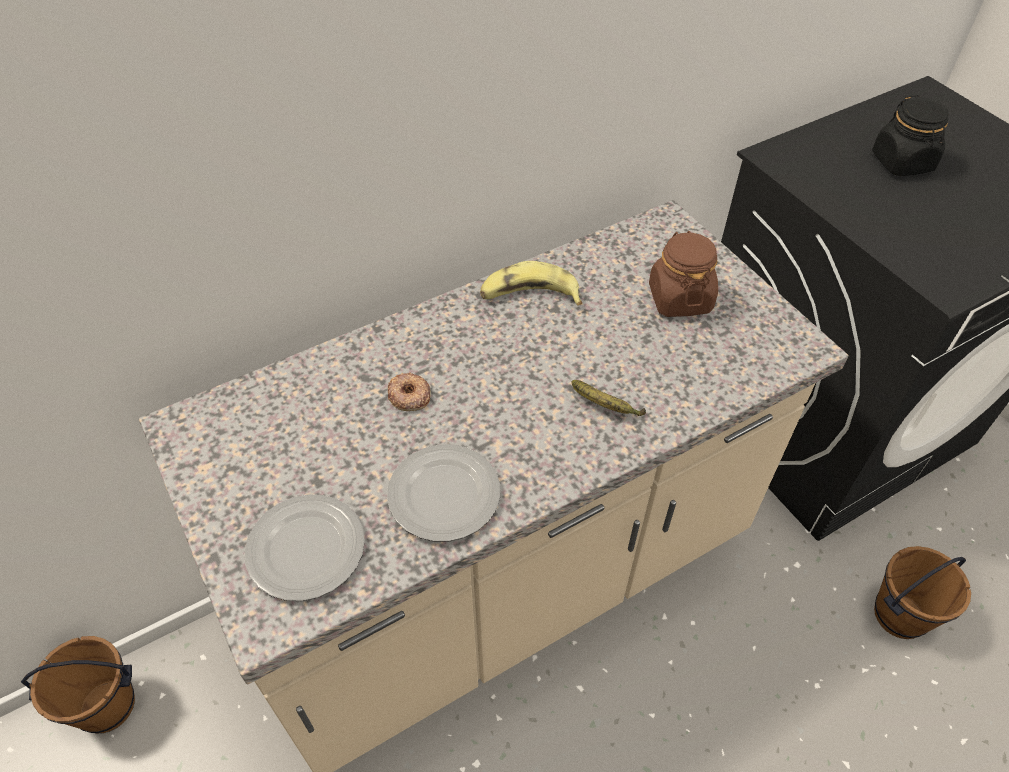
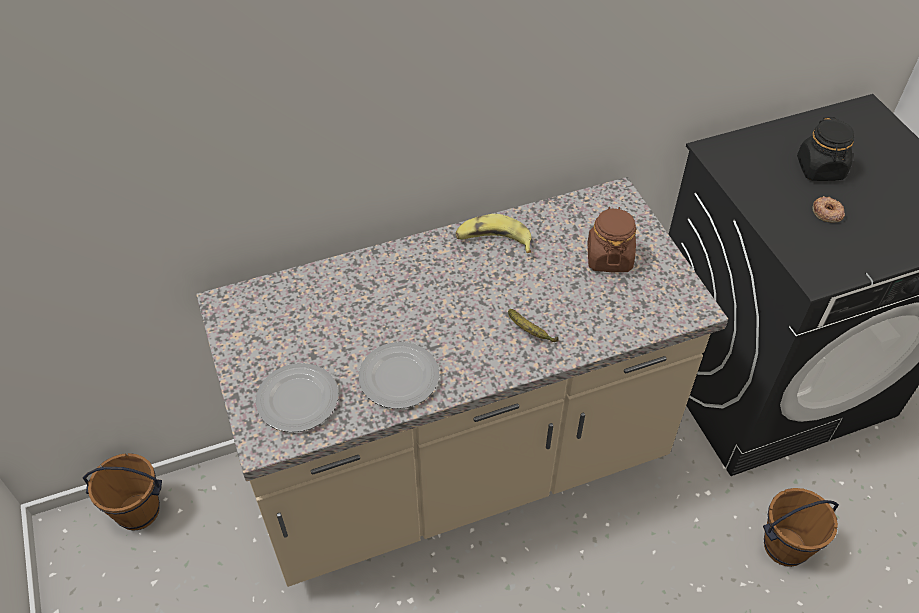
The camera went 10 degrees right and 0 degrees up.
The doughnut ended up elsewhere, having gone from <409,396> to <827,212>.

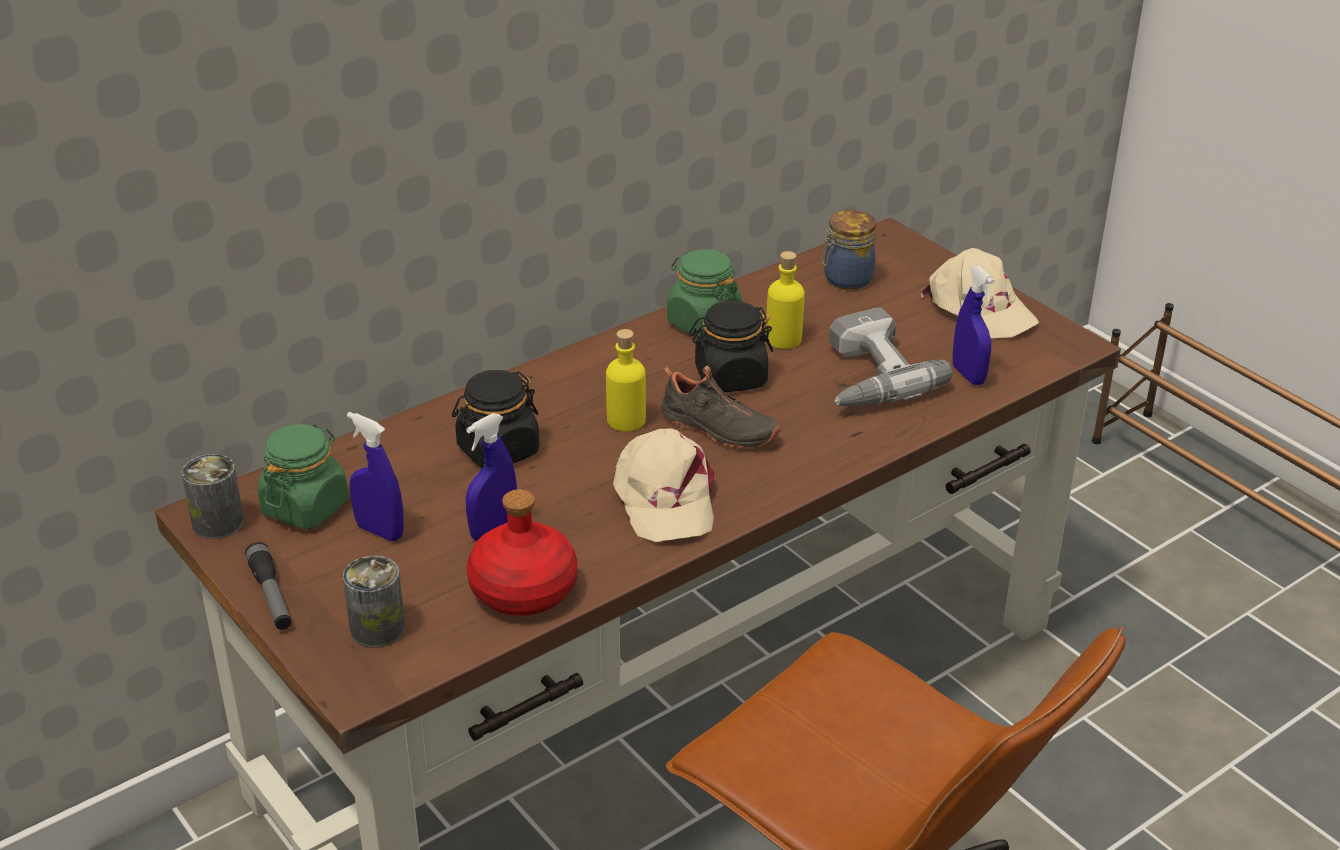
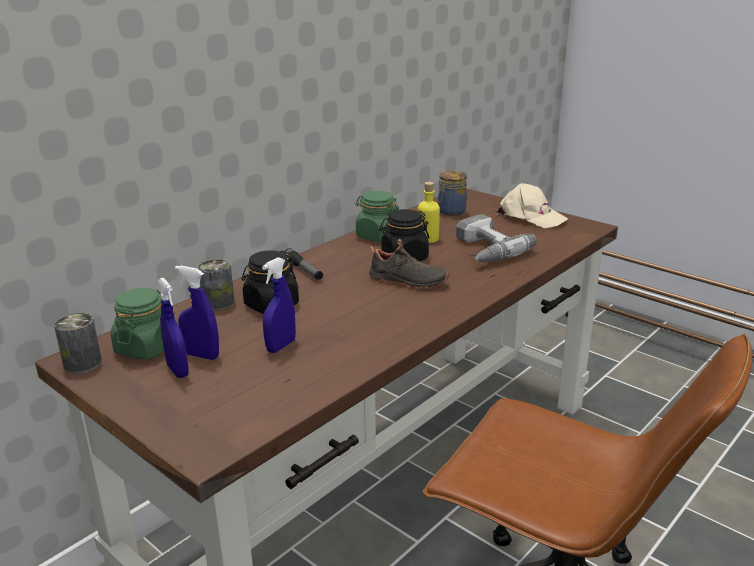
The camera went 10 degrees left and 10 degrees down.
The second view lost the red-coloured bottle at <524,589>.
The second view lost the yellow bottle at <626,420>.
The second view lost the sand-coloured peaked cap at <664,498>.
The flashlight ended up elsewhere, having gone from <271,596> to <303,270>.
The sealed can ended up elsewhere, having gone from <377,628> to <218,303>.
The blue-coloured hand sprayer ended up elsewhere, having gone from <968,375> to <177,370>.

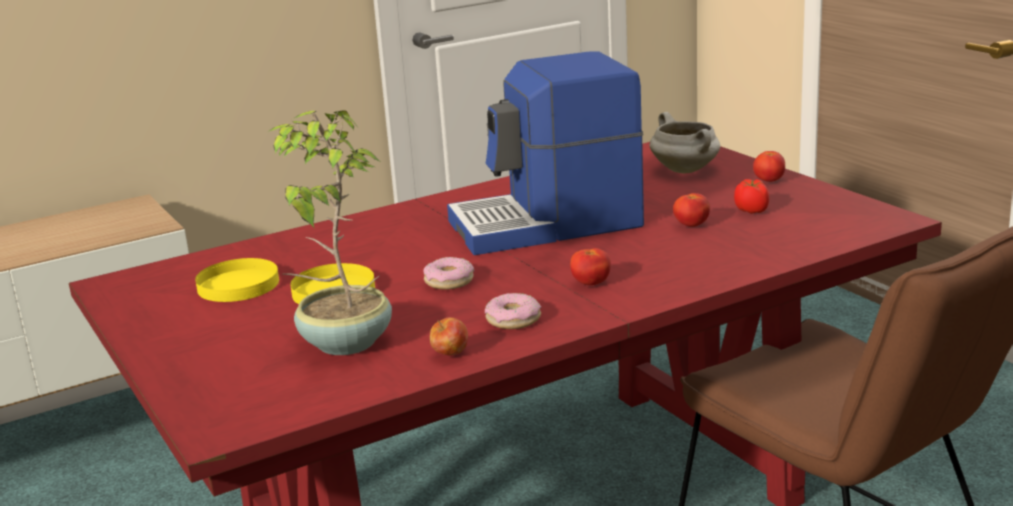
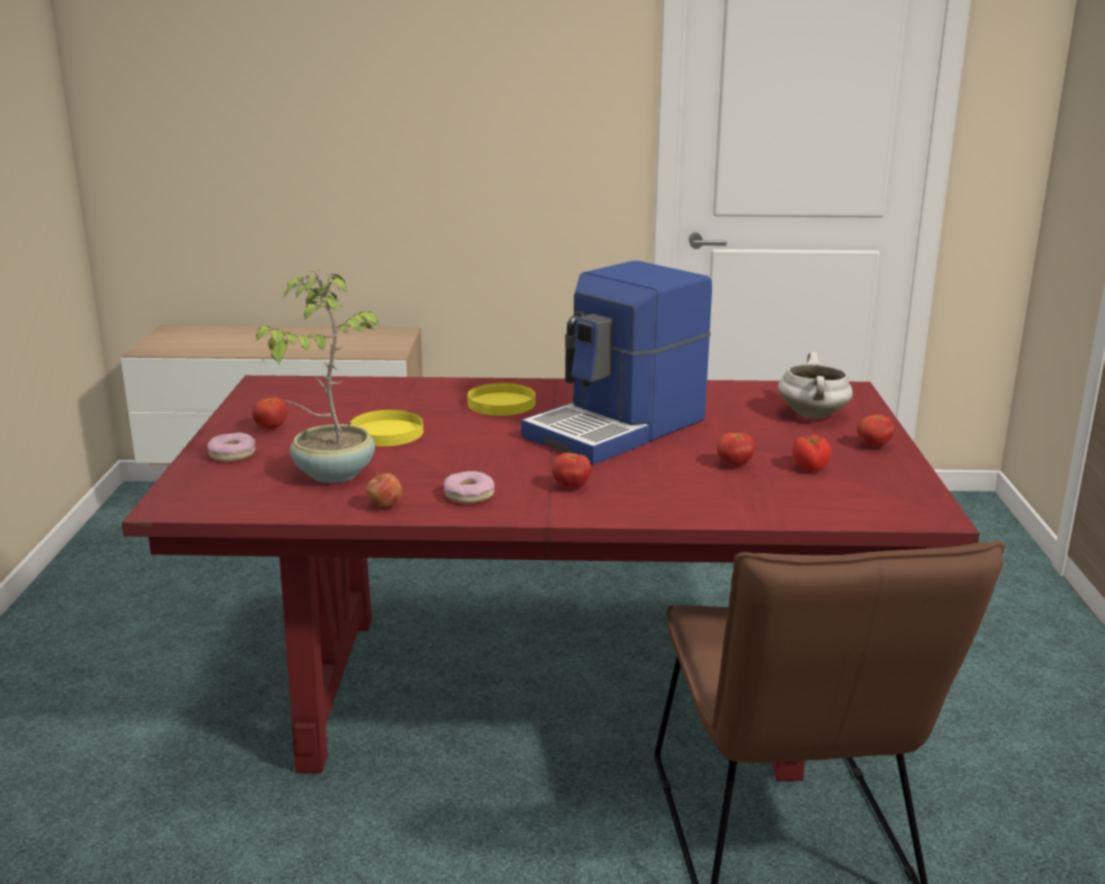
The camera went 30 degrees right and 0 degrees up.
The second view gained the whole tomato at <271,428>.
The yellow dinner plate ended up elsewhere, having gone from <238,285> to <501,404>.
The doughnut ended up elsewhere, having gone from <449,281> to <232,454>.
The coffee maker at <547,225> ended up facing another way, 60 degrees counterclockwise from before.

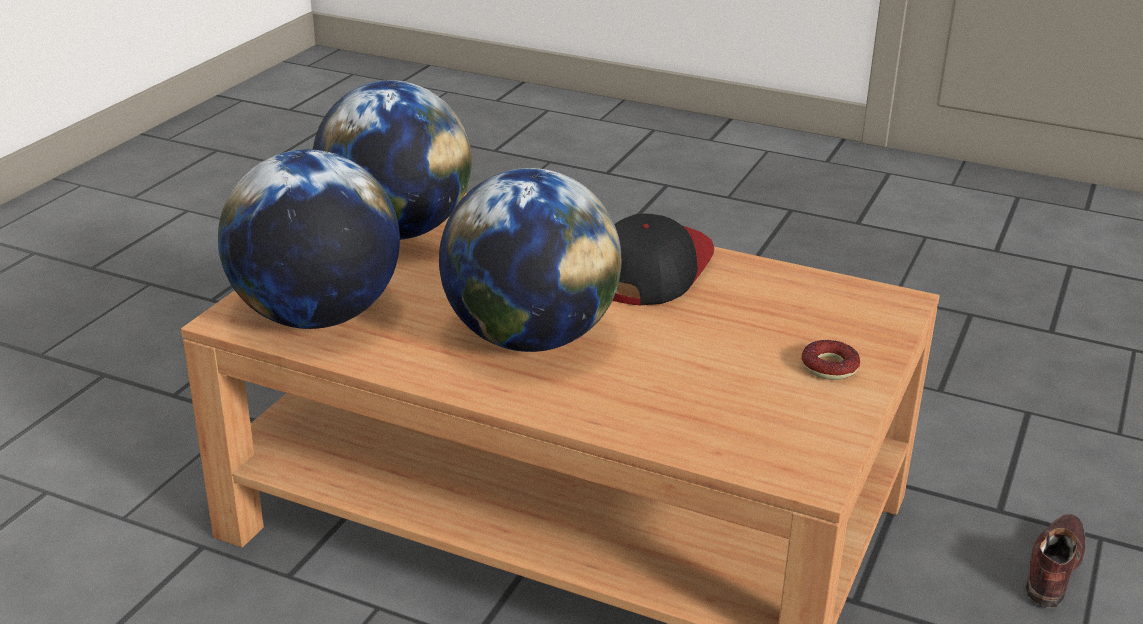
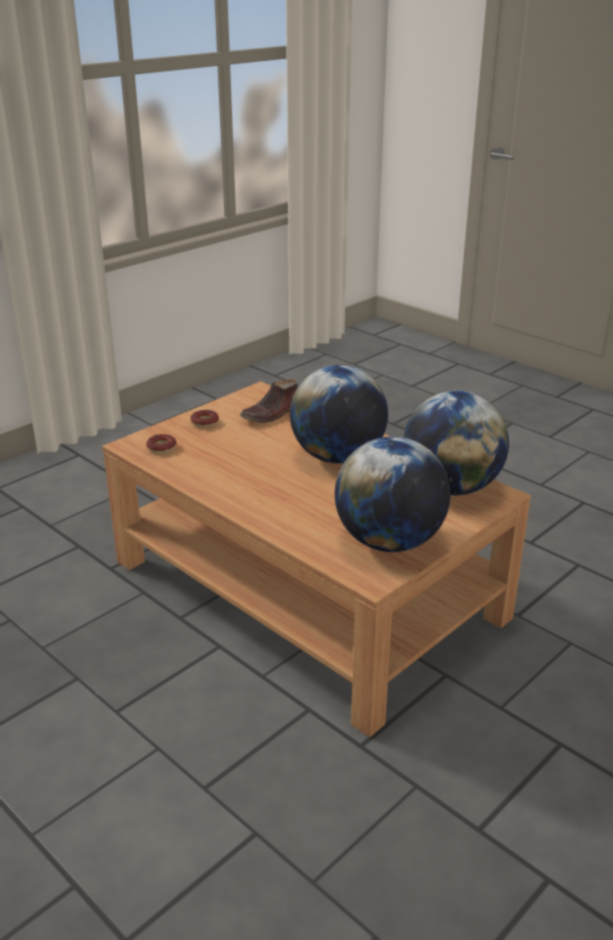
The camera went 160 degrees left and 0 degrees up.
The second view lost the peaked cap at <651,269>.
The second view gained the doughnut at <161,447>.
The brownish shoe ended up elsewhere, having gone from <1052,568> to <271,414>.

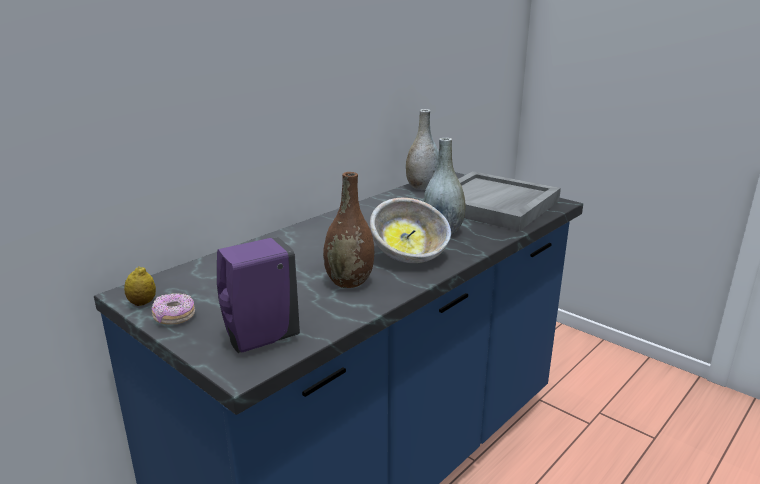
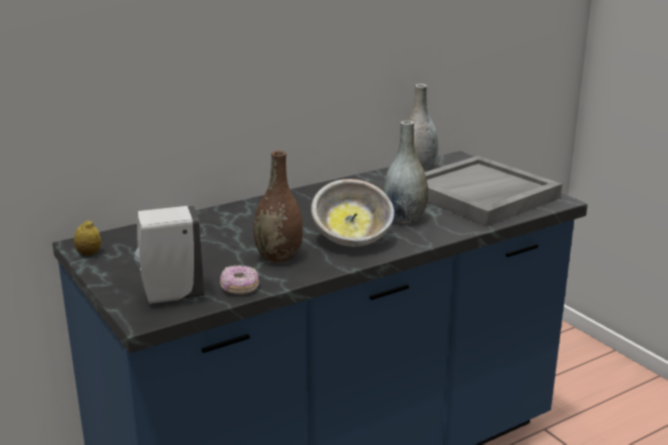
The camera went 15 degrees right and 0 degrees up.
The doughnut ended up elsewhere, having gone from <174,317> to <239,288>.
What was the purple soap bottle at <259,340> turned into the white-coloured soap bottle at <170,296>.

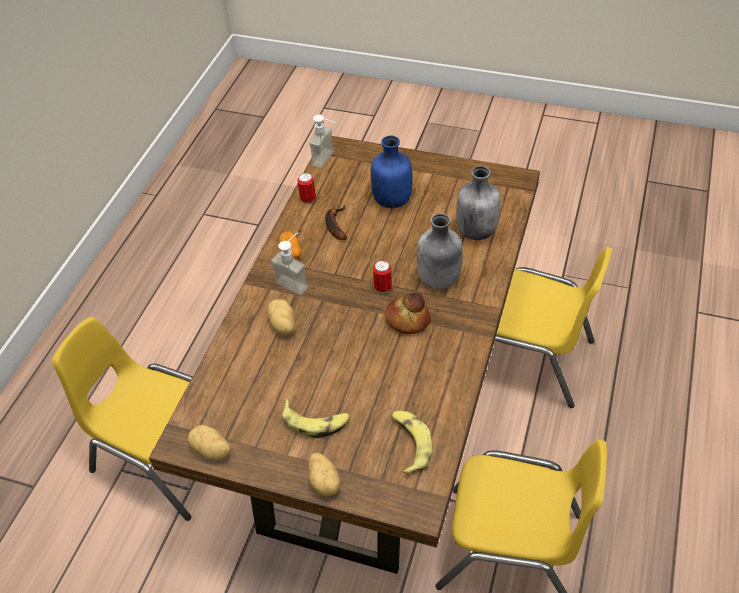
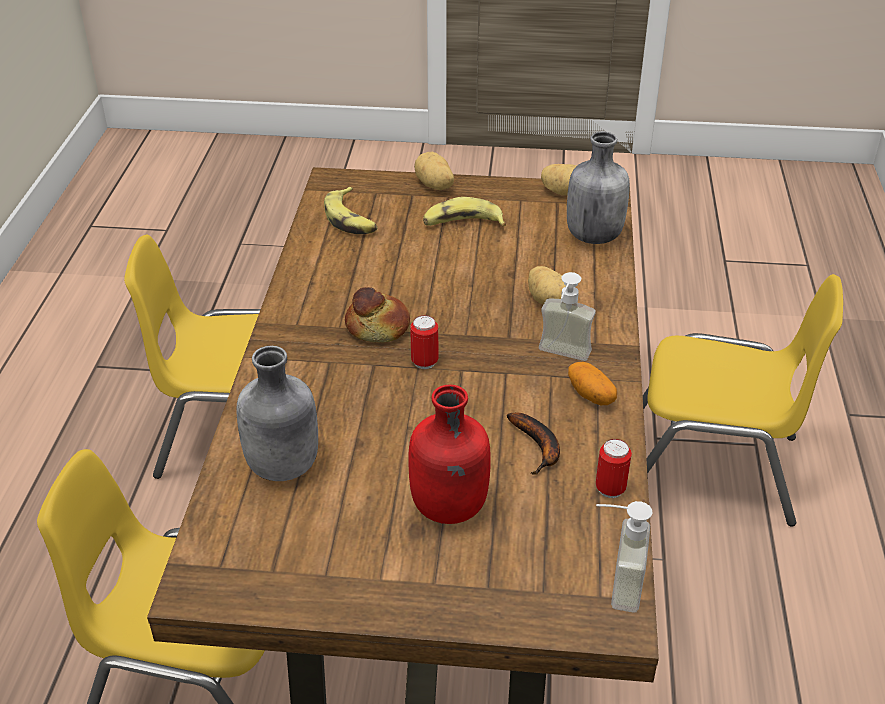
The camera went 165 degrees right and 10 degrees down.
The grey bottle ended up elsewhere, having gone from <439,280> to <593,236>.
What was the blue-coloured bottle at <392,200> turned into the red-coloured bottle at <448,508>.

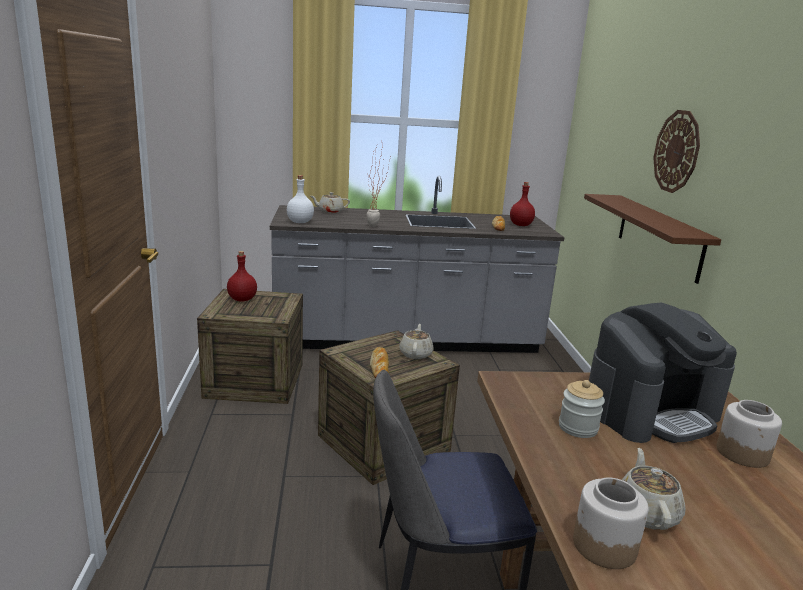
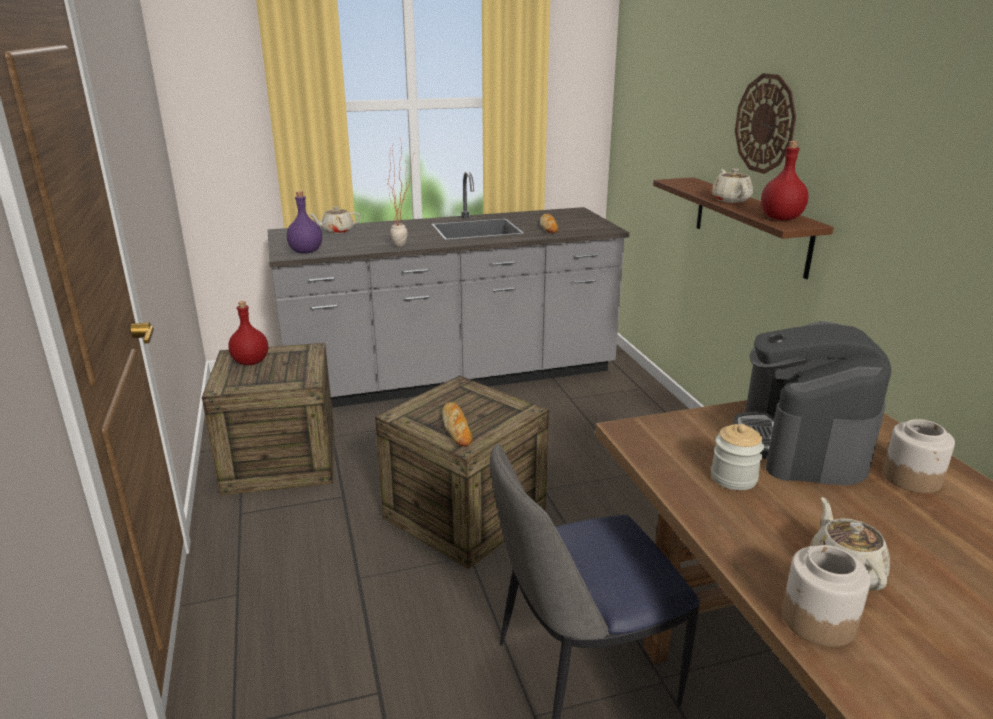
The camera went 10 degrees left and 5 degrees up.
The sand-coloured tea pot ended up elsewhere, having gone from <415,354> to <730,199>.
The red-coloured bottle ended up elsewhere, having gone from <520,225> to <780,218>.
What was the white-coloured bottle at <299,222> turned into the purple bottle at <305,251>.
The coffee maker at <651,411> ended up facing another way, 135 degrees clockwise from before.

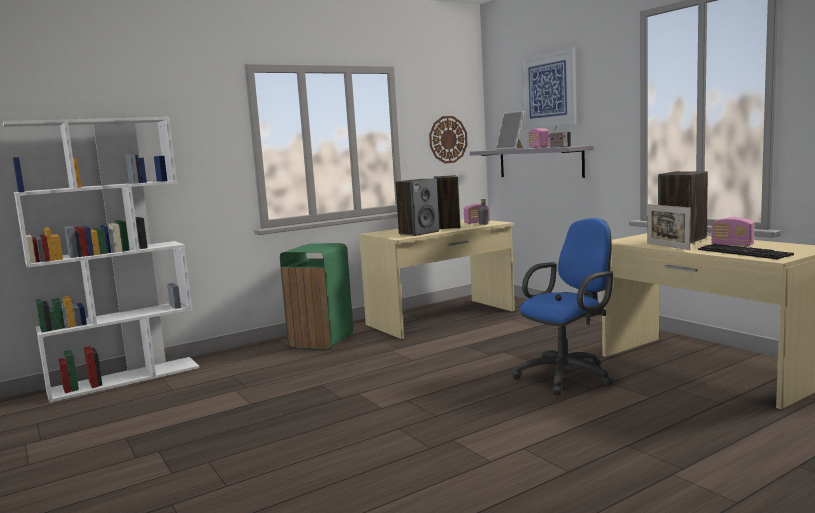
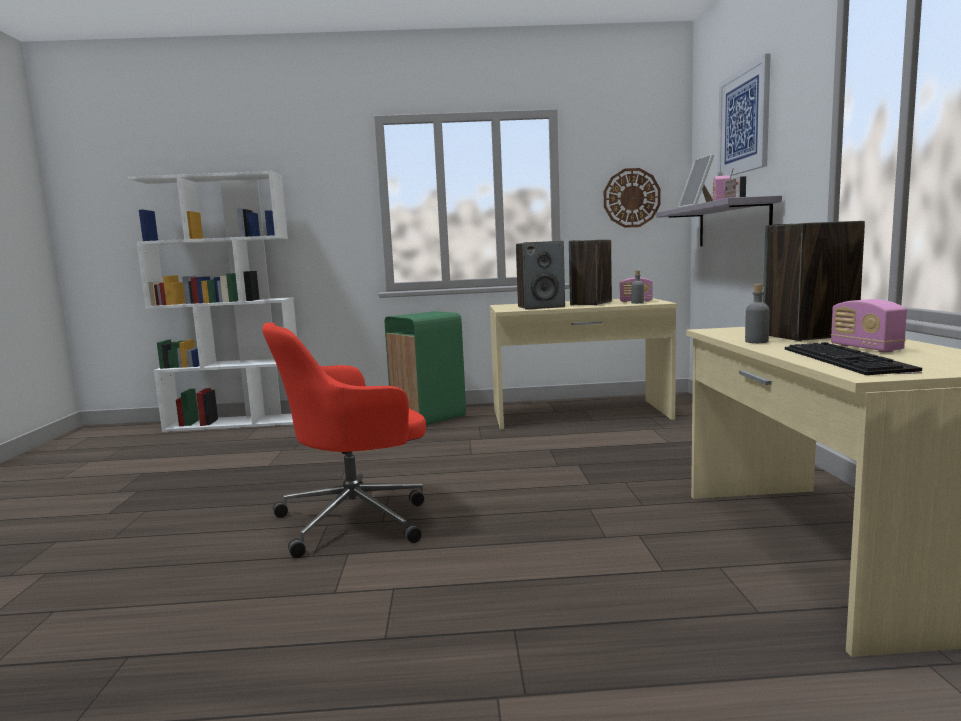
The camera went 30 degrees right and 0 degrees up.
The second view lost the blue-coloured office chair at <568,375>.
The second view gained the red-coloured office chair at <357,519>.
Where the photo frame stood at <667,246>, the grey bottle came to stand at <756,341>.

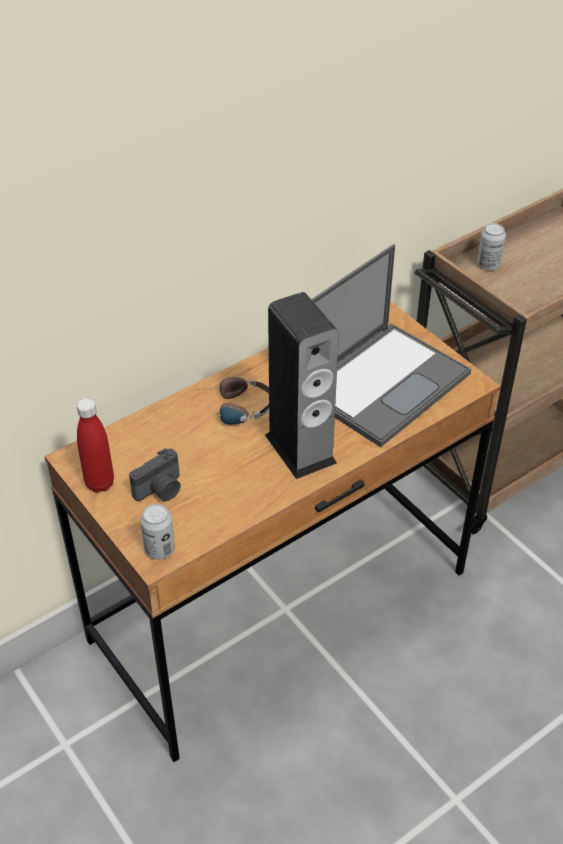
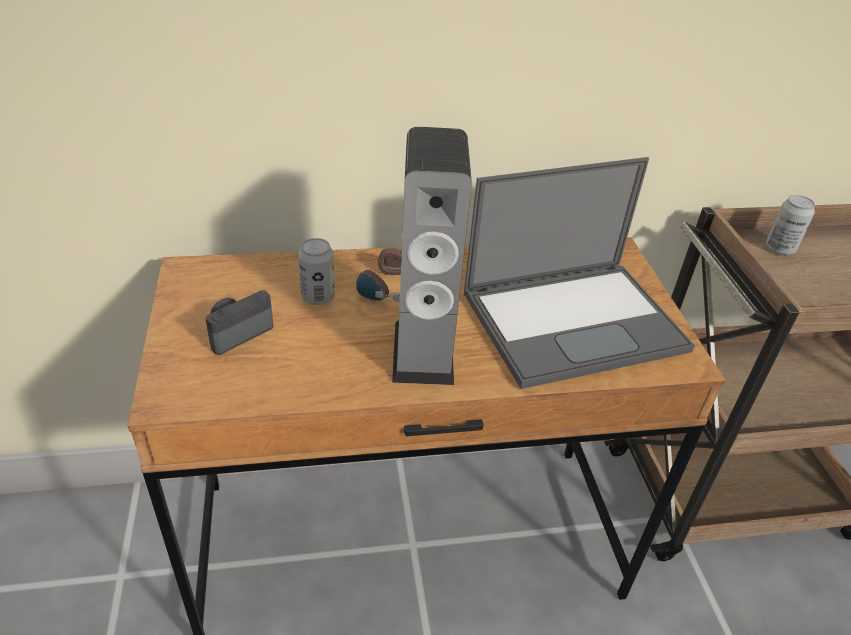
The camera went 25 degrees right and 5 degrees down.
The second view lost the red-coloured bottle at <100,483>.
The sealed can ended up elsewhere, having gone from <160,549> to <318,297>.
The still camera at <160,490> ended up facing another way, 150 degrees clockwise from before.

